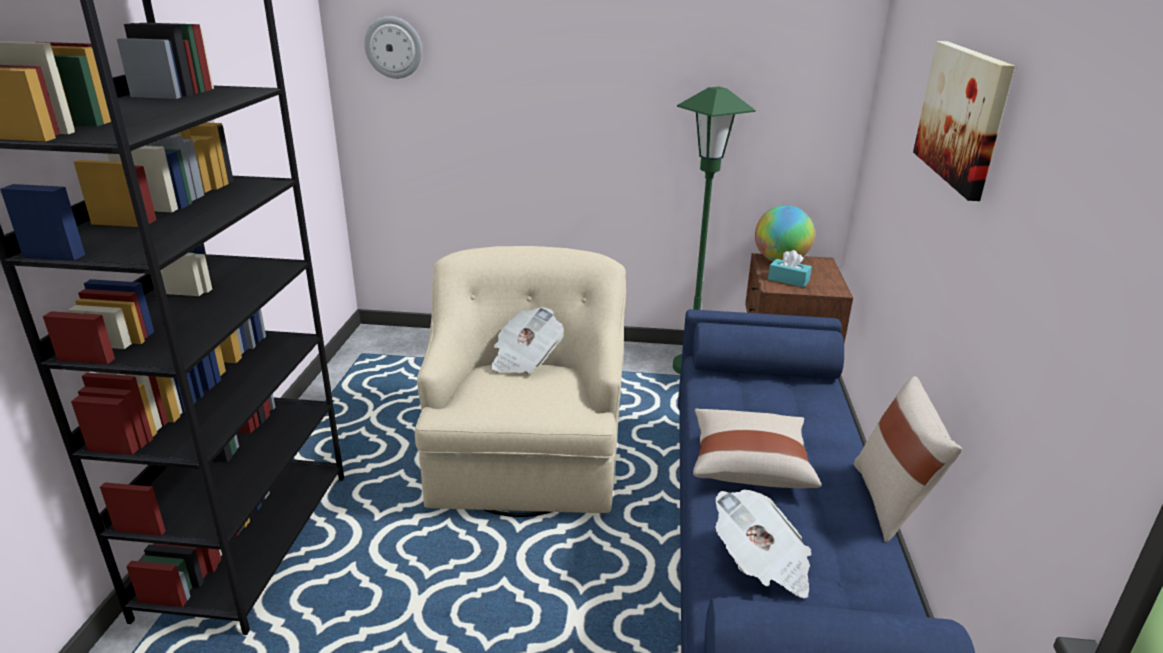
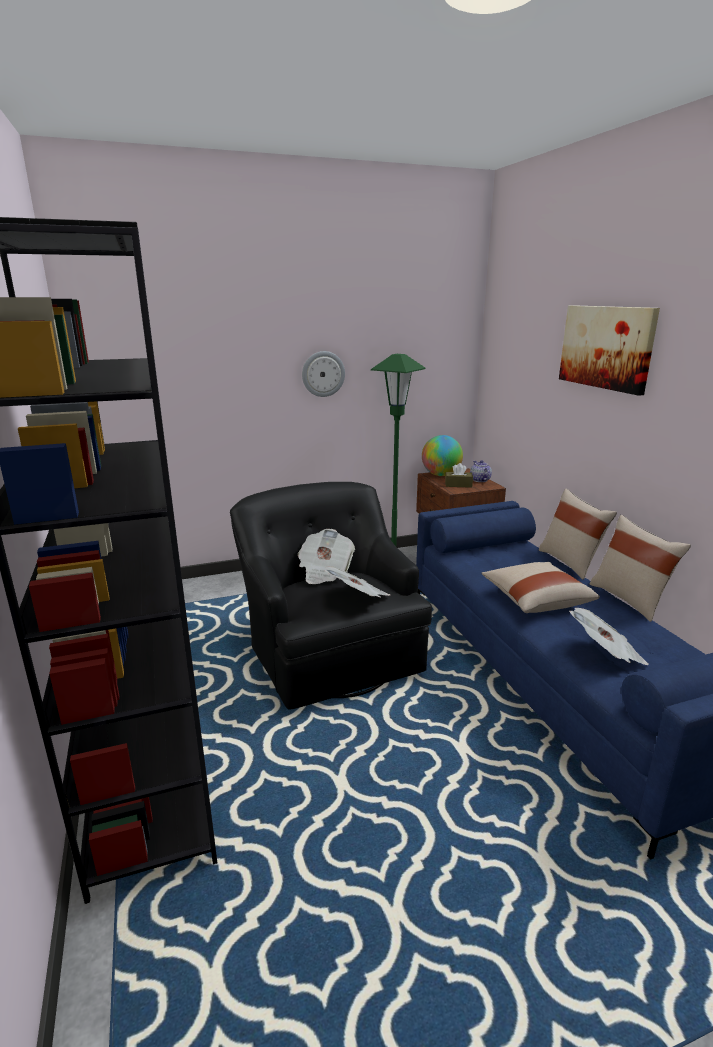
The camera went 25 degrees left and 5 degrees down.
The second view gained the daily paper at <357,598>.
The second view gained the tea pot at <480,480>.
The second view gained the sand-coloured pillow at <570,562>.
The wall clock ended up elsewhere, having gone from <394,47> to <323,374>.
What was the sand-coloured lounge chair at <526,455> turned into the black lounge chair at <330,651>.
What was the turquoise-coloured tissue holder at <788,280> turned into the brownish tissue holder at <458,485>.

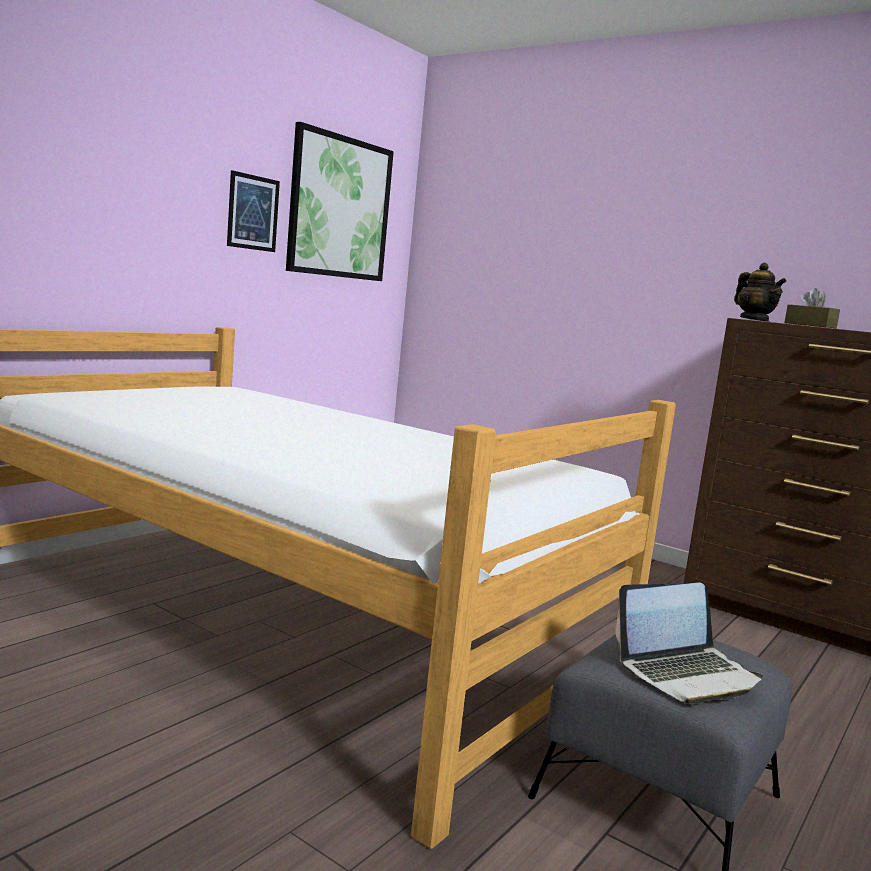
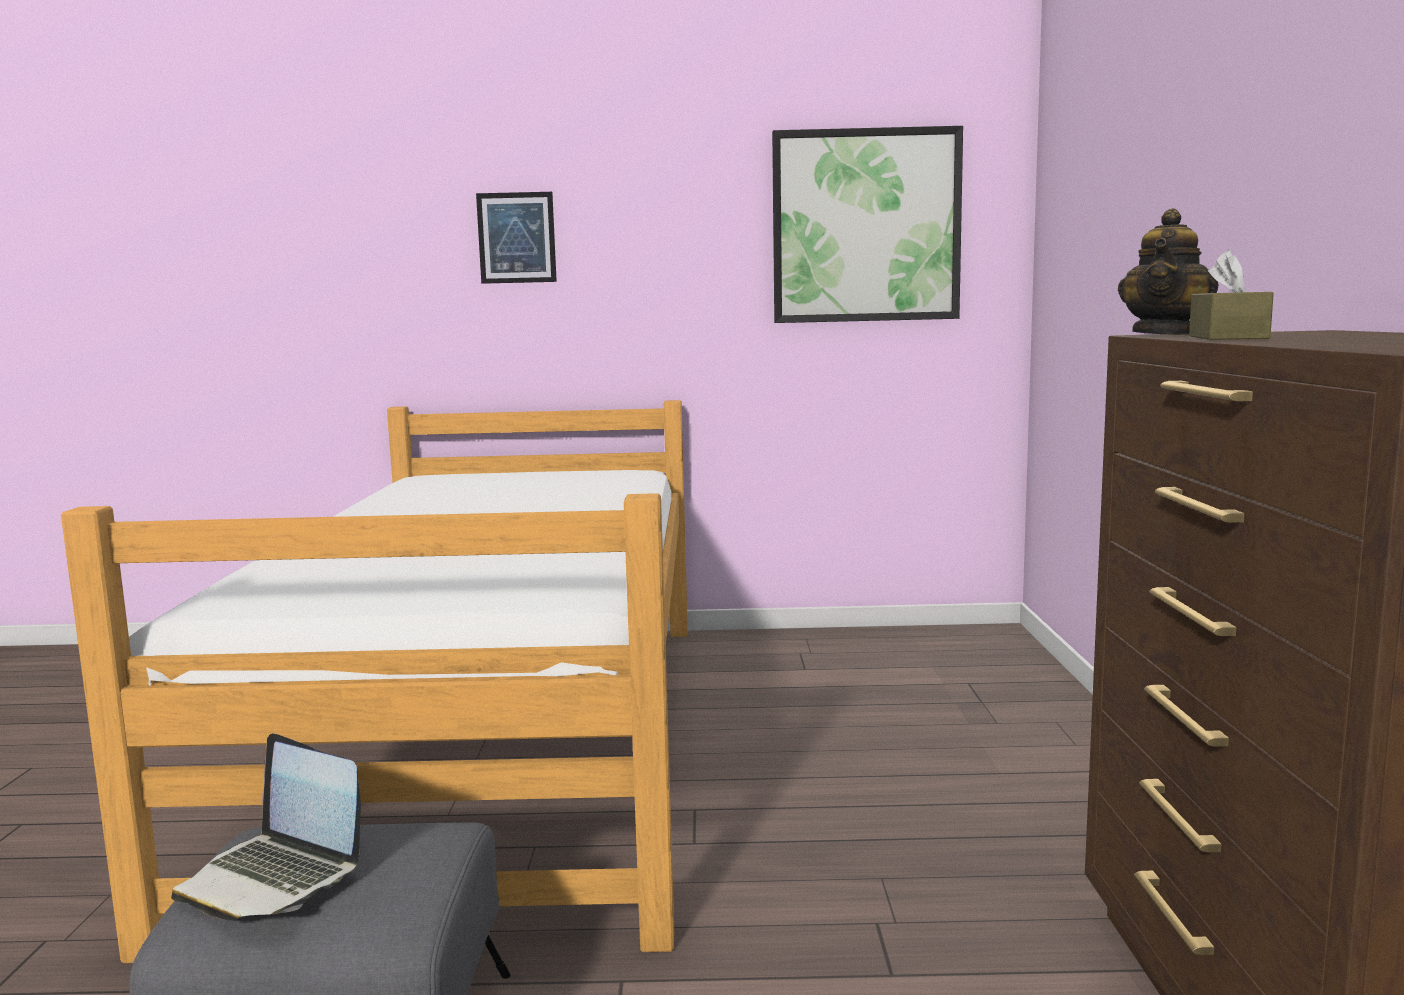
The camera went 55 degrees right and 0 degrees up.
The wall picture ended up elsewhere, having gone from <253,212> to <516,238>.

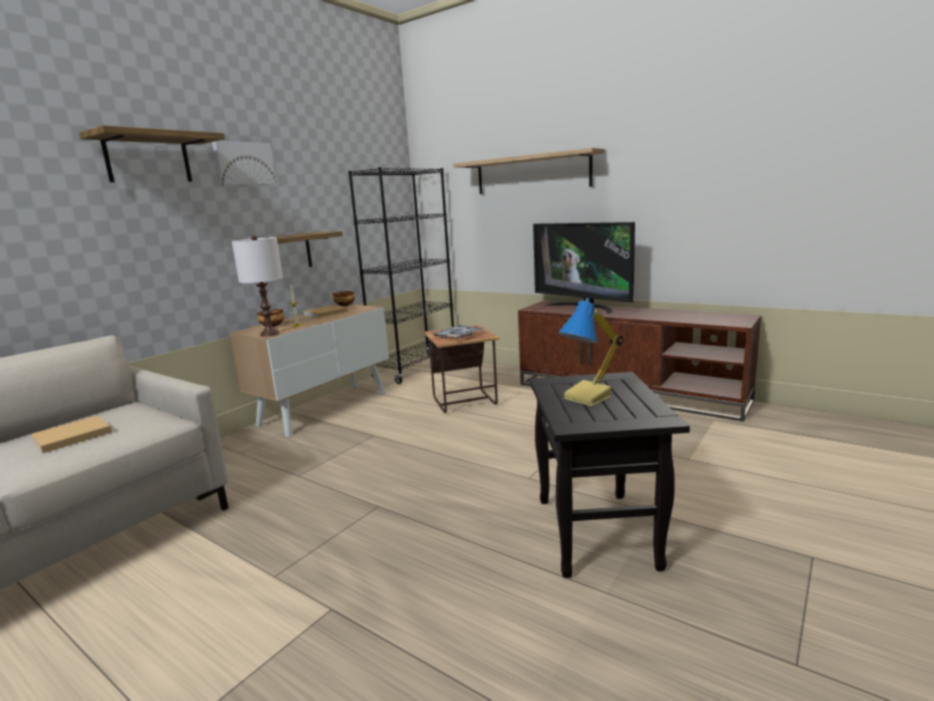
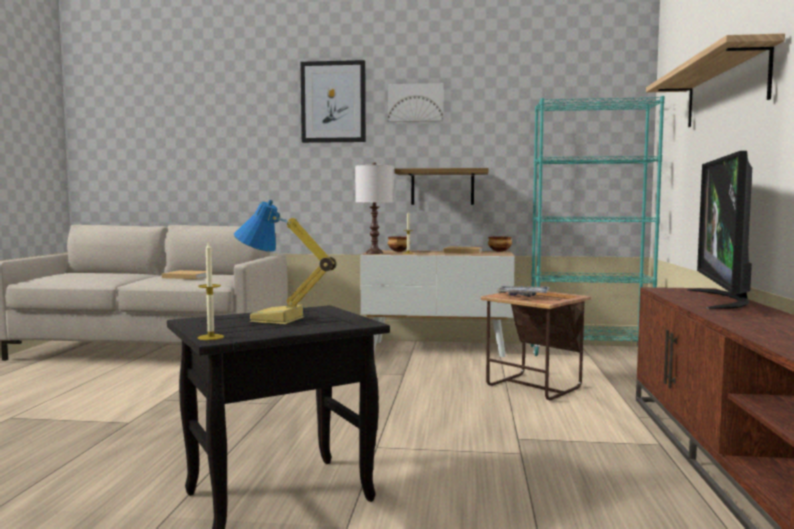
The camera went 60 degrees right and 10 degrees down.
The second view gained the wax light at <211,337>.
Where the shelf hung at <148,159>, the wall picture came to hang at <333,102>.
What was the black bookcase at <416,369> turned into the turquoise-coloured bookcase at <589,352>.

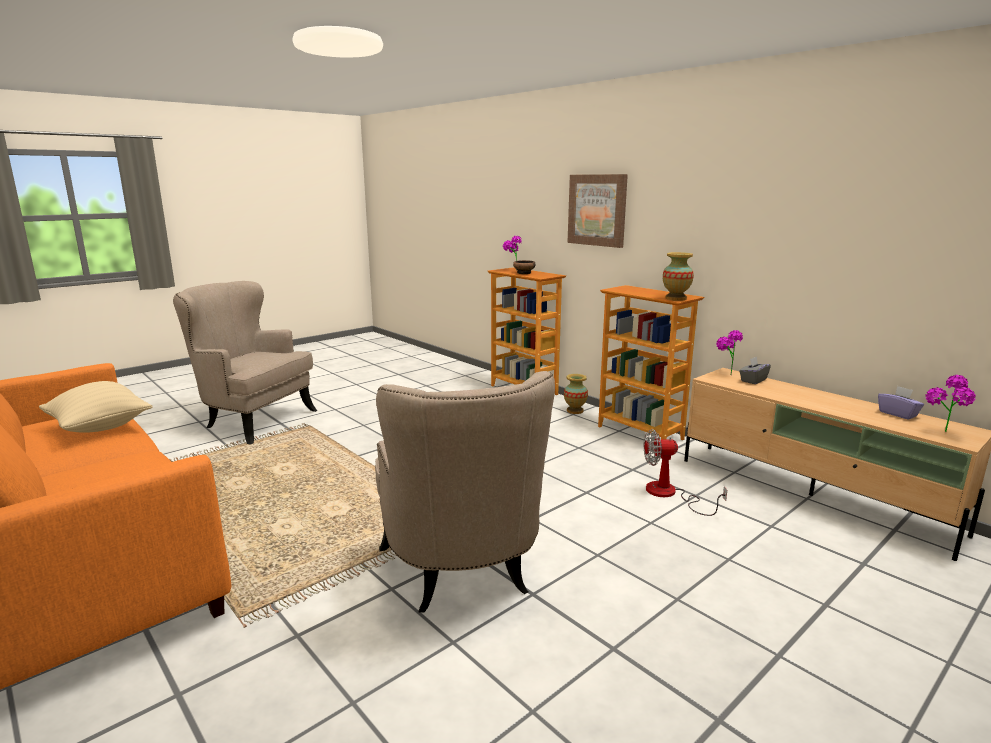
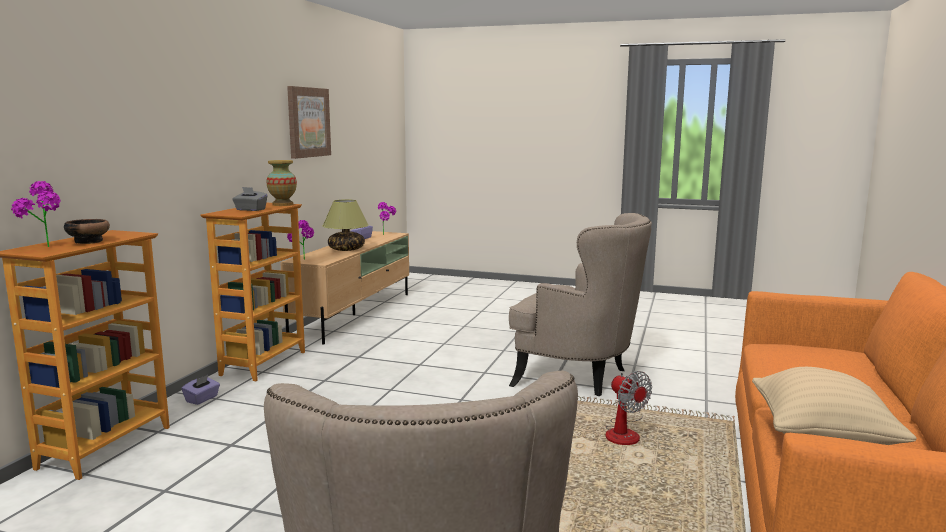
The camera went 120 degrees left and 5 degrees down.
The second view gained the table lamp at <346,249>.
The wall picture ended up elsewhere, having gone from <597,210> to <308,122>.
The cooling fan ended up elsewhere, having gone from <670,494> to <624,432>.
The grey tissue holder ended up elsewhere, having gone from <753,380> to <250,210>.
Where the vase stood at <575,411>, the purple tissue holder came to stand at <202,399>.
The sand-coloured lounge chair at <463,573> ended up facing another way, 75 degrees clockwise from before.

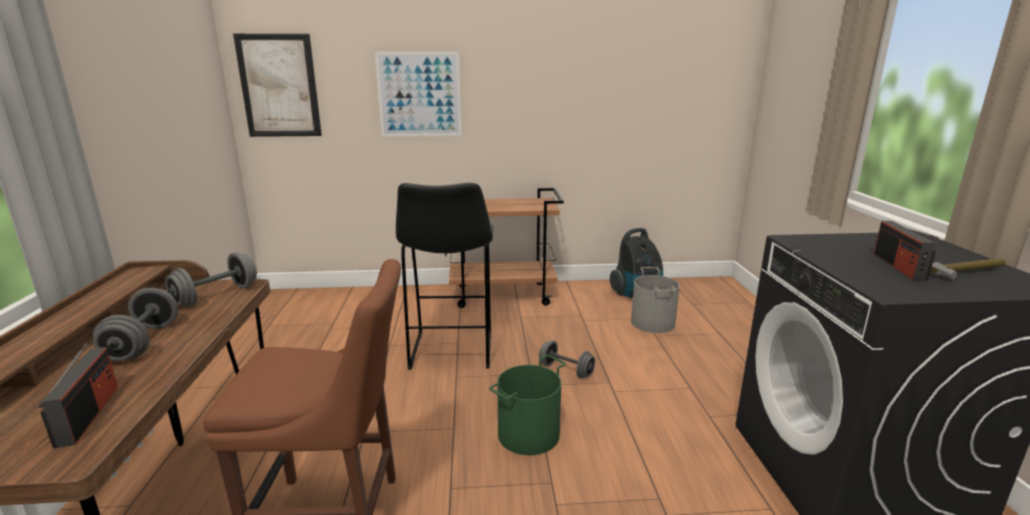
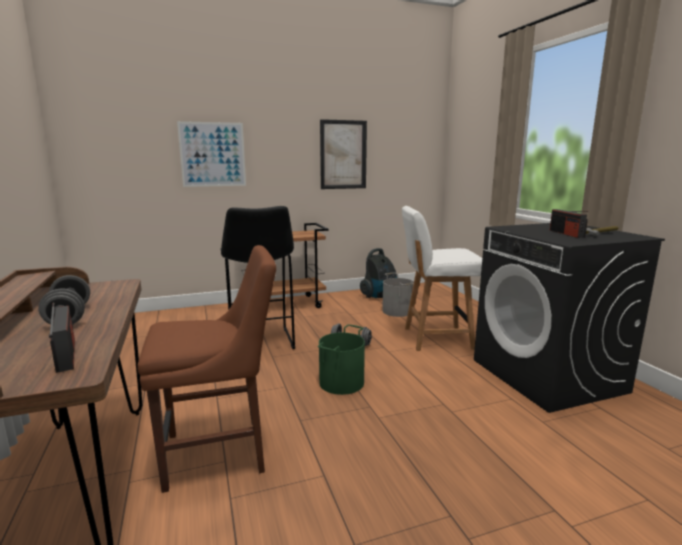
The camera went 15 degrees left and 5 degrees down.
The second view lost the grey hand weight at <216,296>.
The second view gained the white-coloured upright chair at <435,338>.
The wall picture ended up elsewhere, having gone from <279,86> to <343,155>.

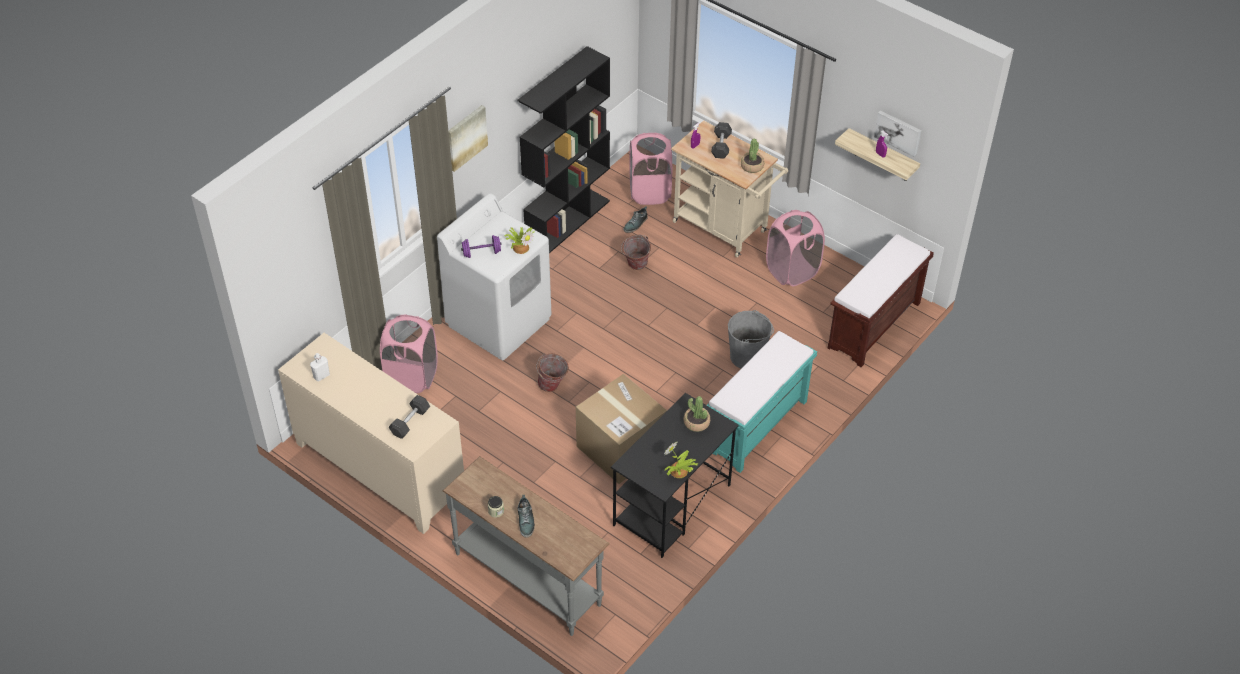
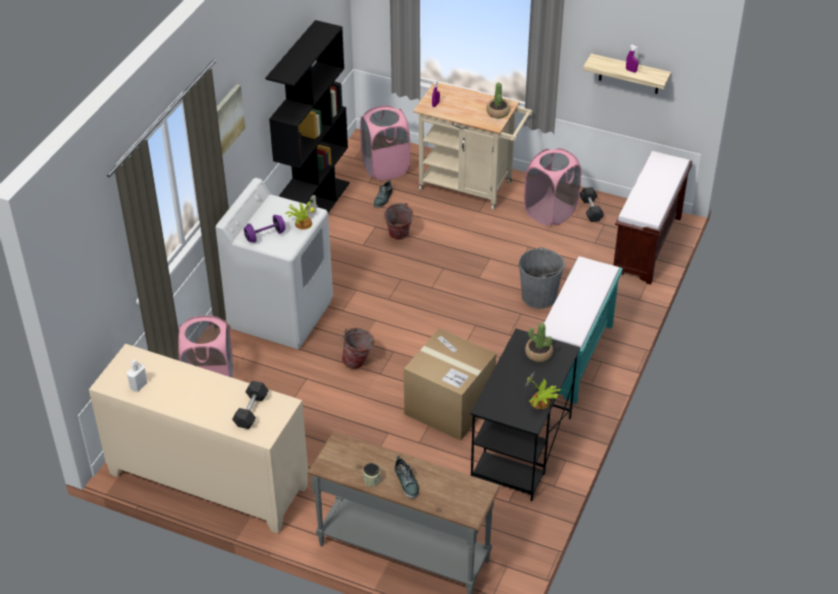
The camera went 15 degrees left and 5 degrees down.
The second view lost the wall picture at <898,132>.
The grey hand weight ended up elsewhere, having gone from <721,146> to <591,210>.

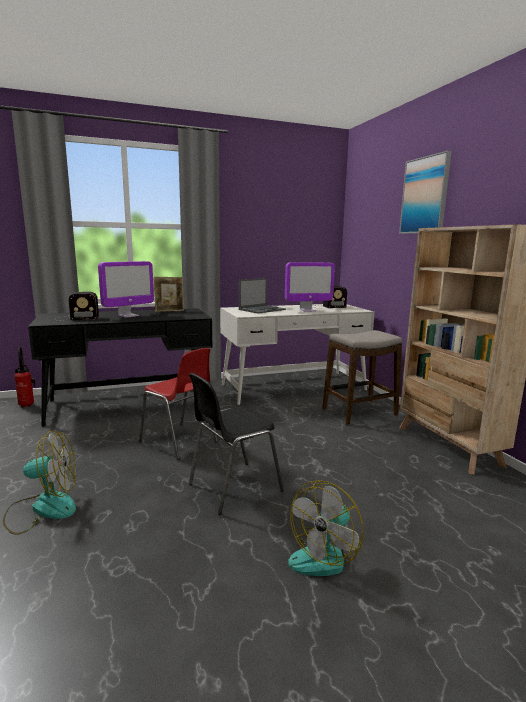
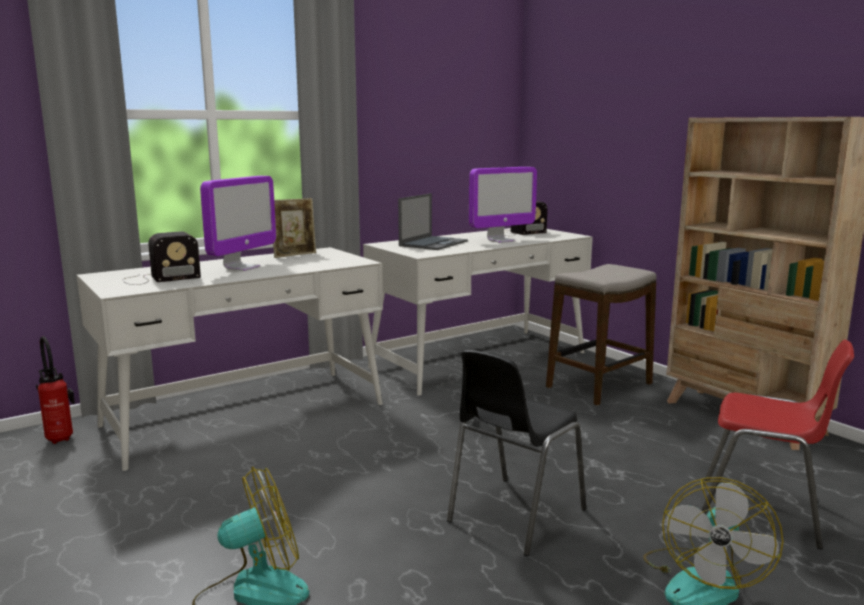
The camera went 15 degrees left and 0 degrees up.
The second view lost the wall picture at <425,195>.
The red-coloured upright chair ended up elsewhere, having gone from <180,442> to <762,513>.
What was the black desk unit at <130,404> turned into the white-coloured desk unit at <246,414>.

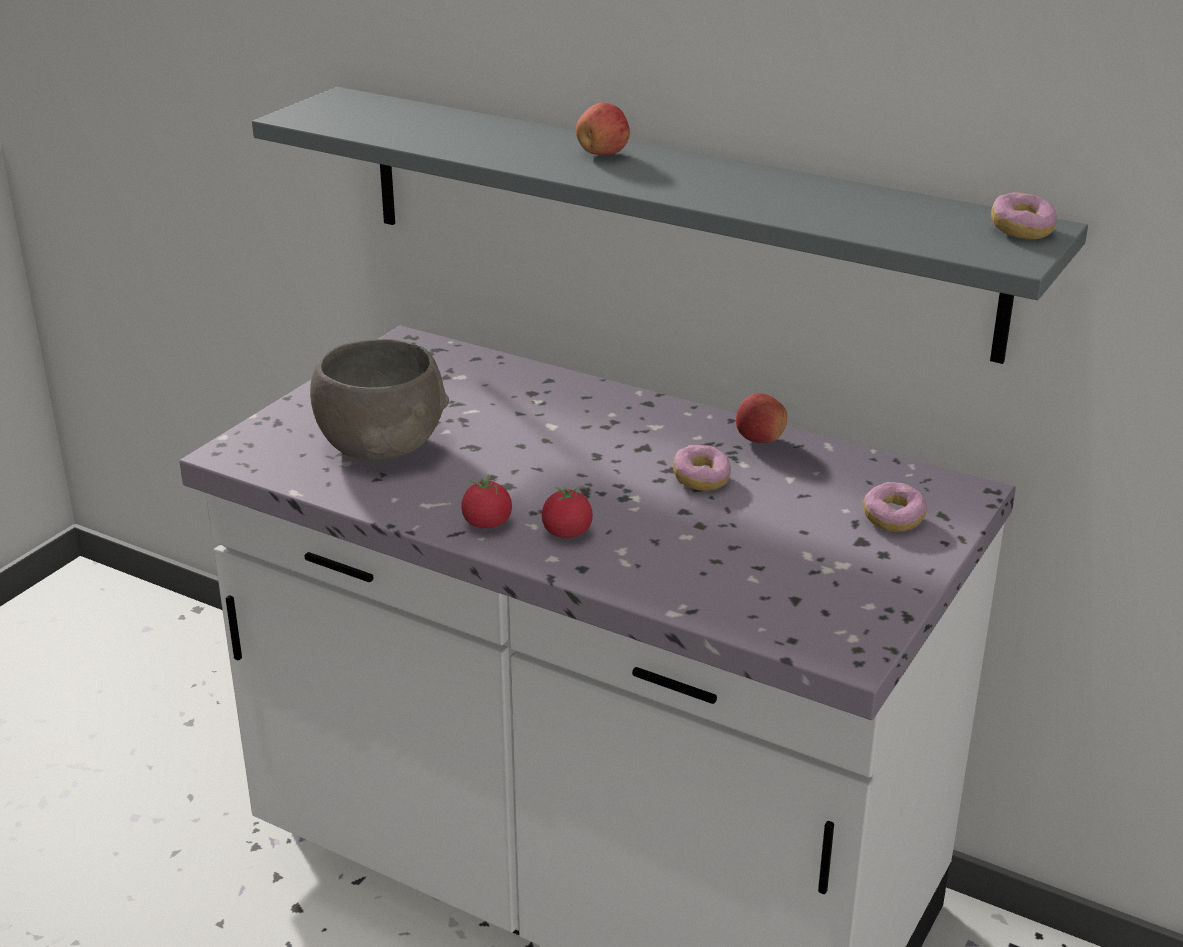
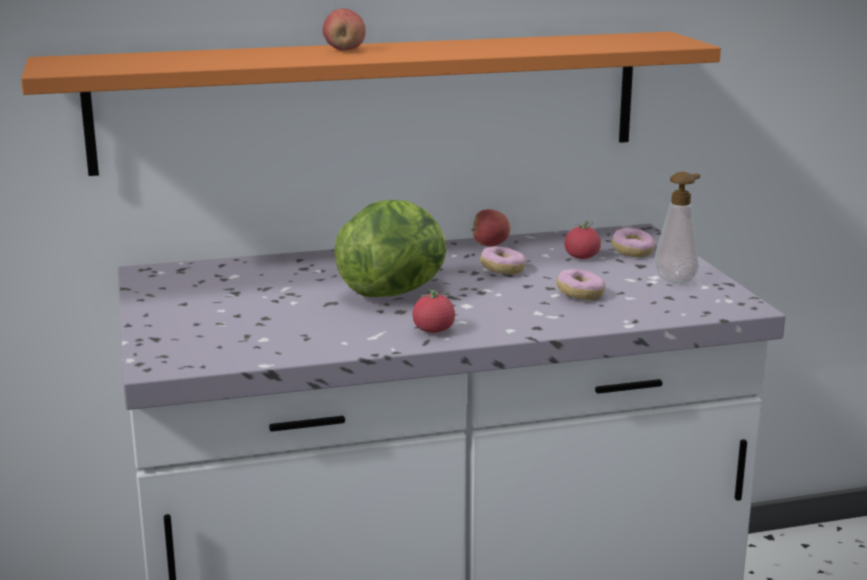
The camera went 45 degrees left and 10 degrees down.
The second view lost the grey bowl at <383,445>.
The second view gained the lettuce head at <395,292>.
The second view gained the soap bottle at <677,279>.
The whole tomato ended up elsewhere, having gone from <567,532> to <582,257>.
The doughnut ended up elsewhere, having gone from <1021,230> to <580,295>.
What was the grey shelf at <667,217> turned into the orangey shelf at <371,101>.

